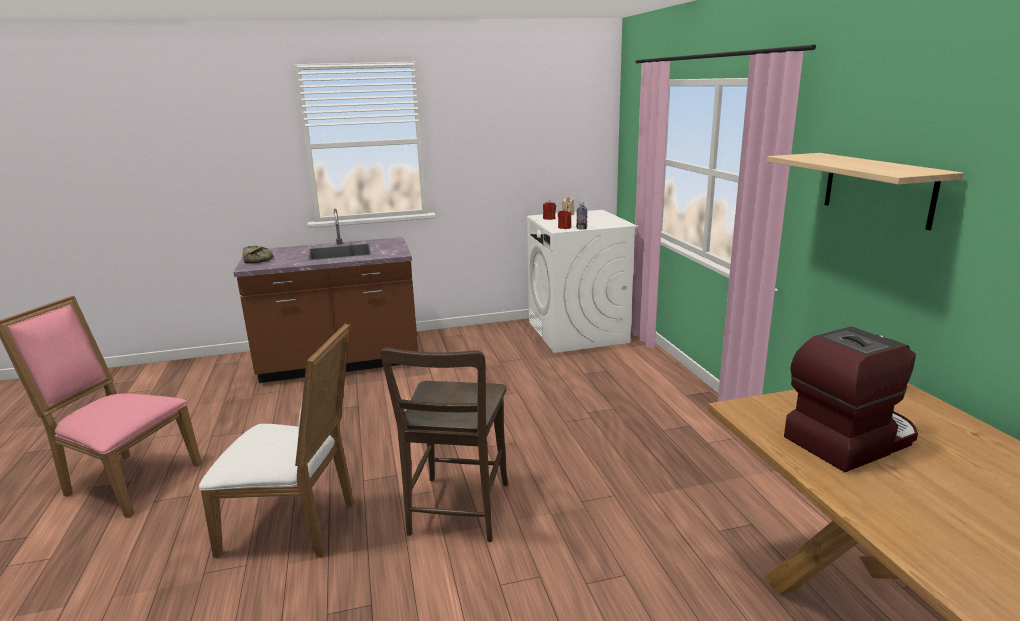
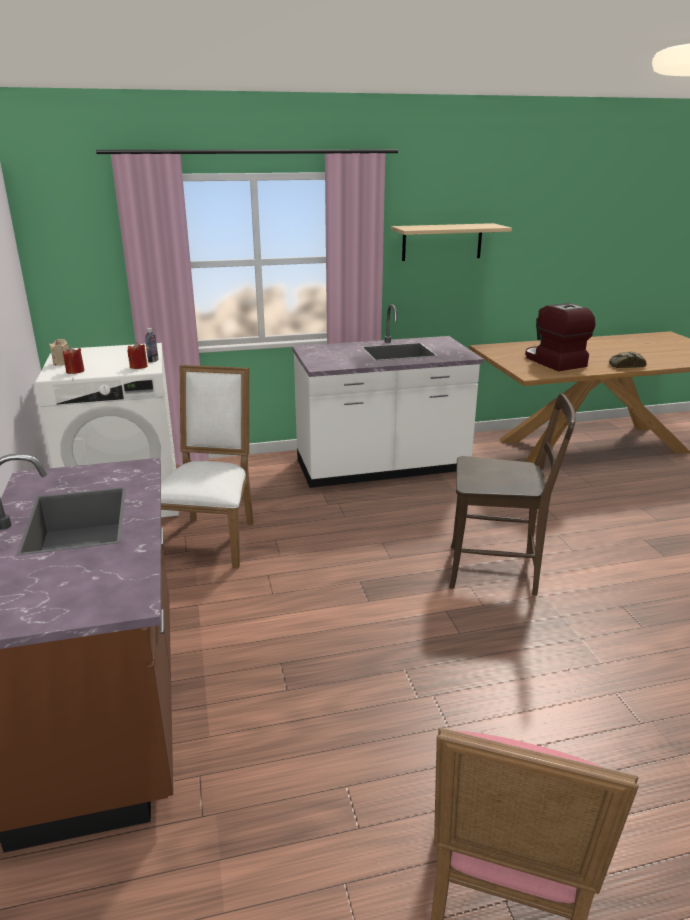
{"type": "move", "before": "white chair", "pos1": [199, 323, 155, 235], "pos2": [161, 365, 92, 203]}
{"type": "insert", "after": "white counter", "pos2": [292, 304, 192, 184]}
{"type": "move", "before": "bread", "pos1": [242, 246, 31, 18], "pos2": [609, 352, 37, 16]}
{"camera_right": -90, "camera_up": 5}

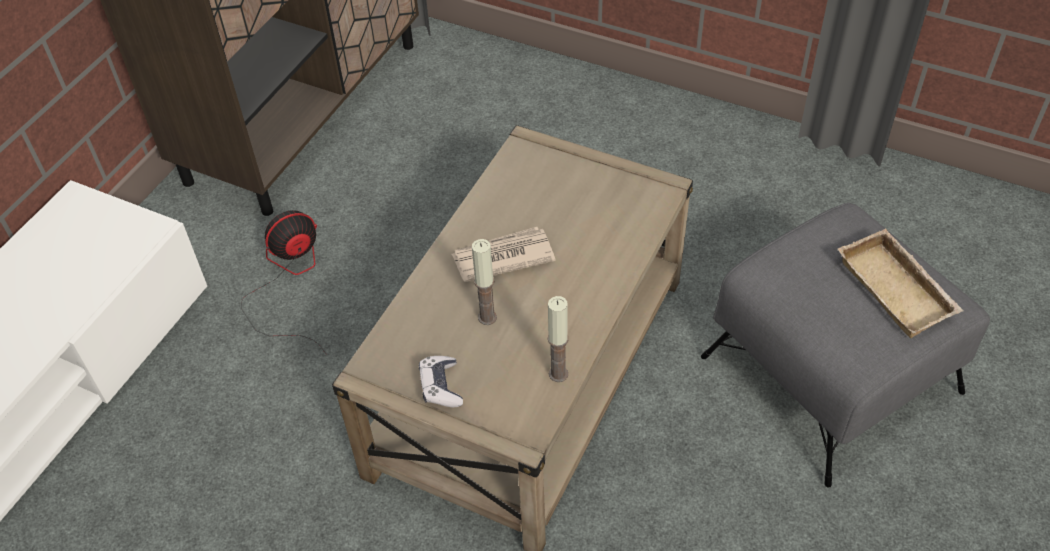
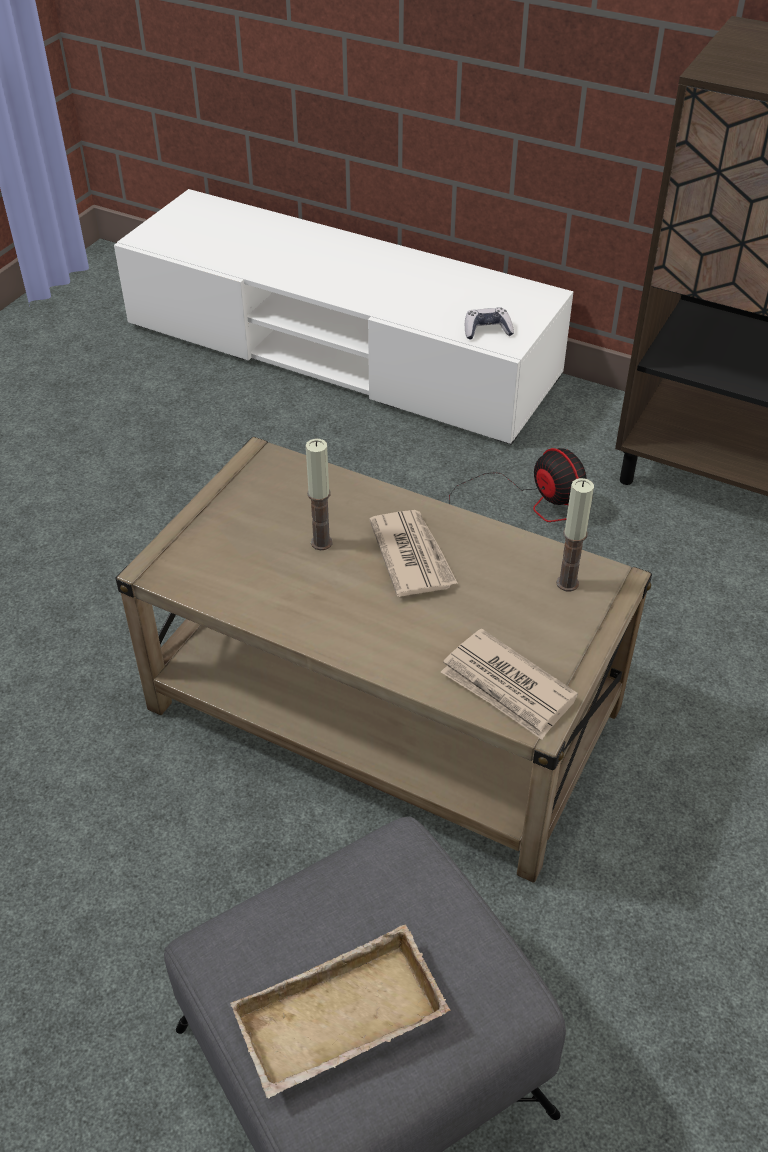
{"type": "insert", "after": "newspaper", "pos2": [441, 628, 137, 112]}
{"type": "move", "before": "game controller", "pos1": [419, 356, 44, 51], "pos2": [465, 308, 49, 32]}
{"type": "move", "before": "candle", "pos1": [547, 296, 22, 86], "pos2": [556, 478, 38, 113]}
{"camera_right": 90, "camera_up": -5}

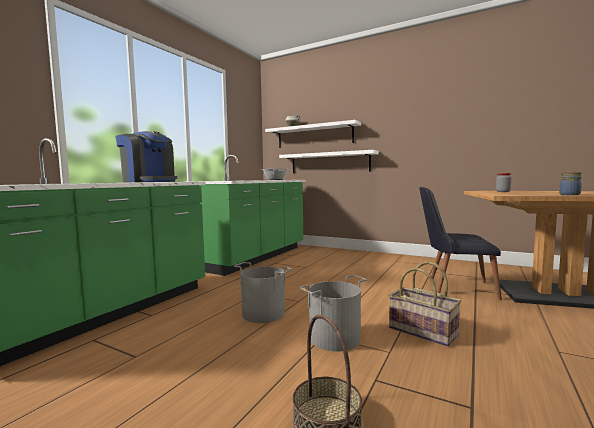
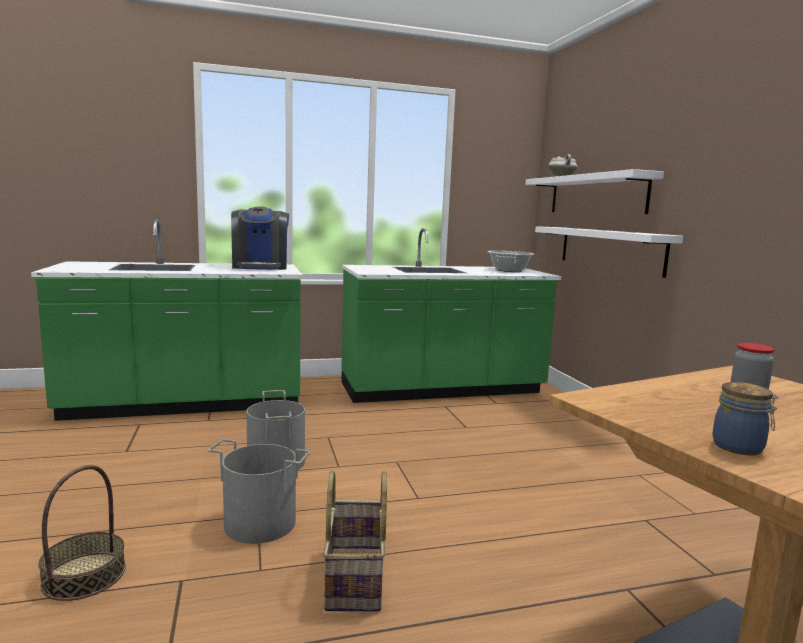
{"type": "delete", "before": "black chair", "pos1": [419, 187, 83, 113]}
{"camera_right": 45, "camera_up": 5}

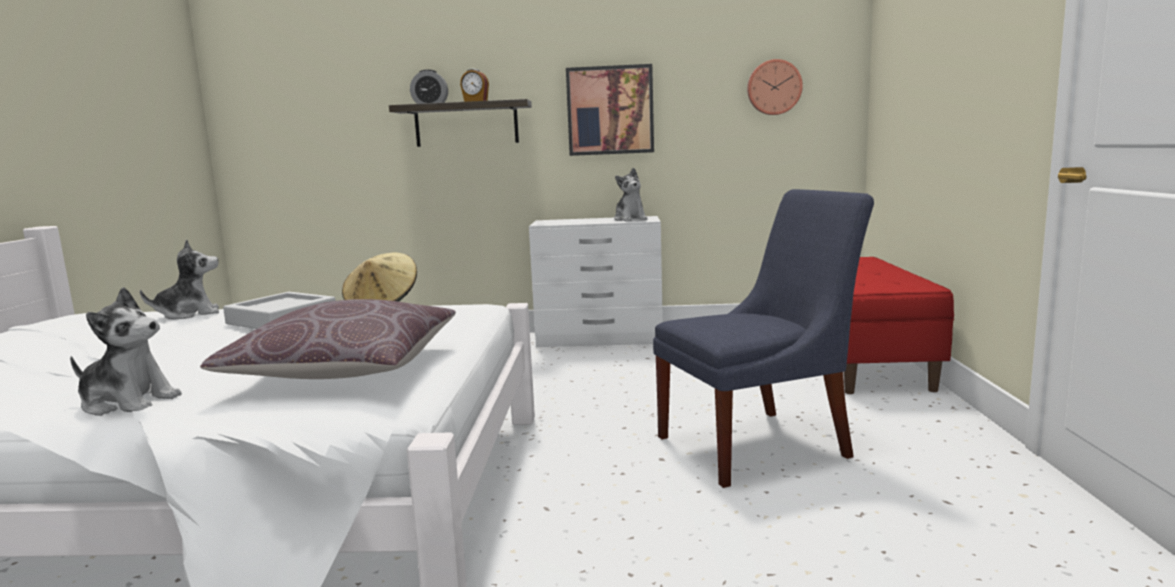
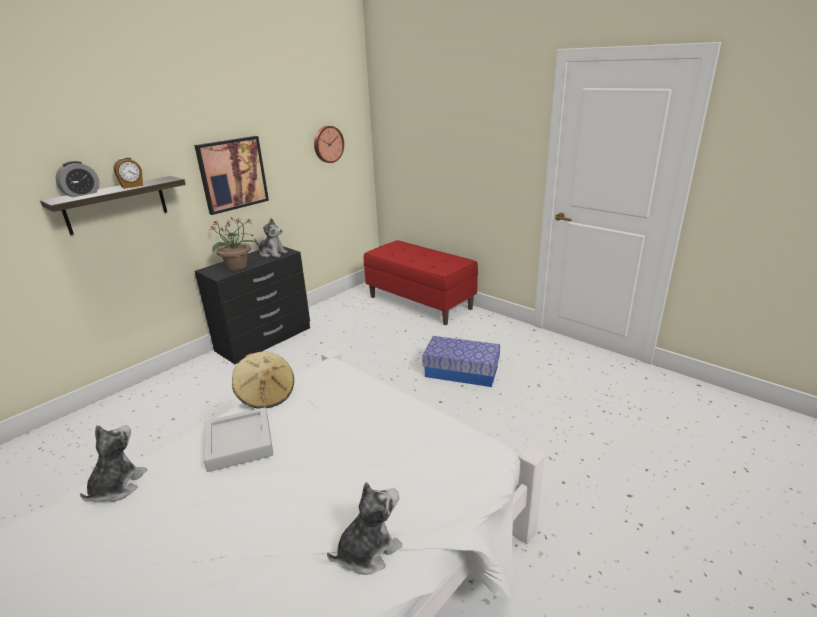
{"type": "recolor", "before": "white dresser", "after": "black dresser", "pos1": [529, 216, 134, 131], "pos2": [195, 246, 115, 118]}
{"type": "insert", "after": "potted plant", "pos2": [210, 217, 46, 53]}
{"type": "replace", "before": "blue chair", "after": "storage box", "pos1": [653, 189, 221, 299], "pos2": [422, 336, 78, 51]}
{"type": "delete", "before": "brown pillow", "pos1": [200, 299, 256, 80]}
{"camera_right": -50, "camera_up": 15}

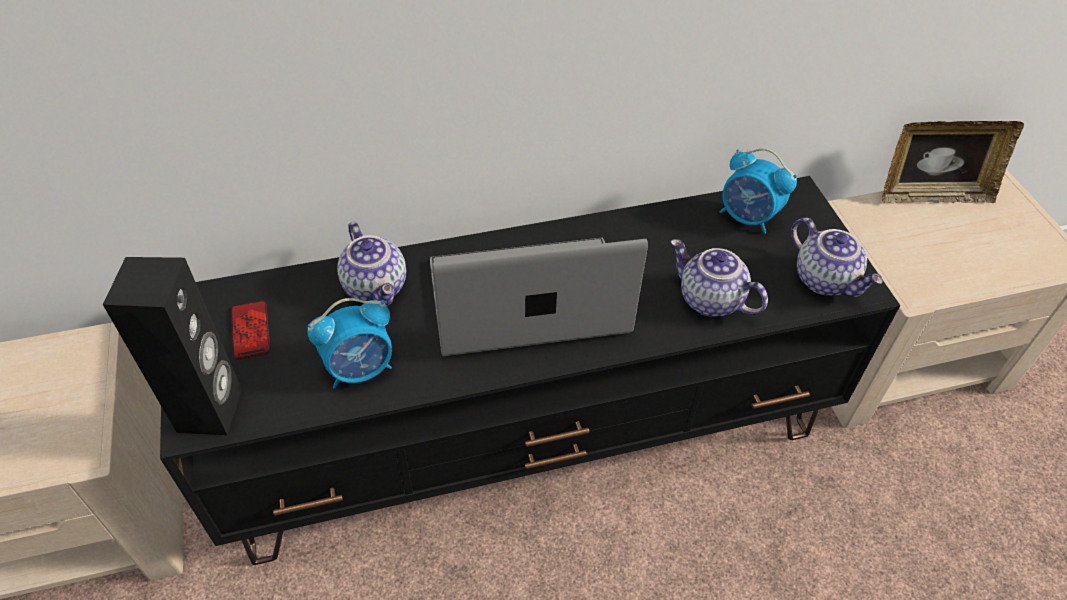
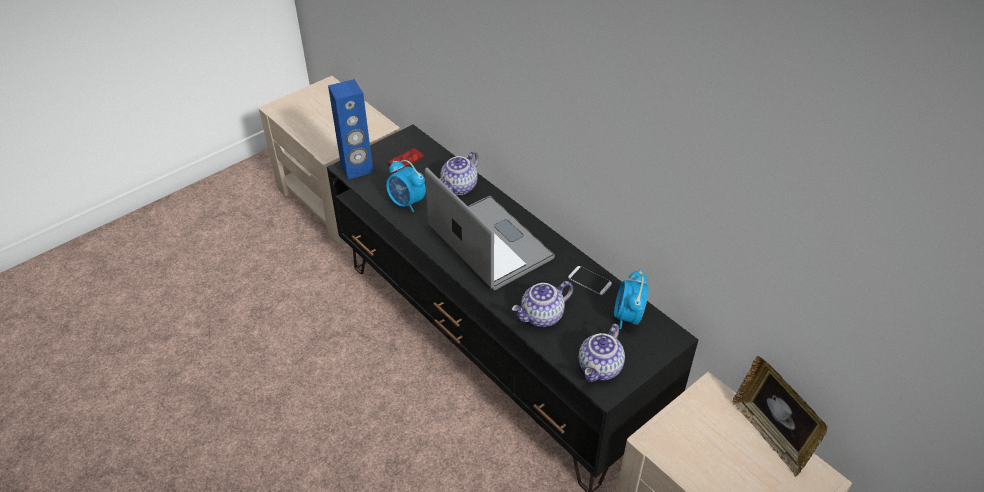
{"type": "recolor", "before": "black speaker", "after": "blue speaker", "pos1": [103, 257, 139, 178], "pos2": [328, 79, 45, 100]}
{"type": "rotate", "before": "teapot", "pos1": [671, 239, 97, 78], "pos2": [512, 281, 61, 46], "turn": -135}
{"type": "insert", "after": "phone", "pos2": [568, 266, 44, 29]}
{"camera_right": 65, "camera_up": -5}

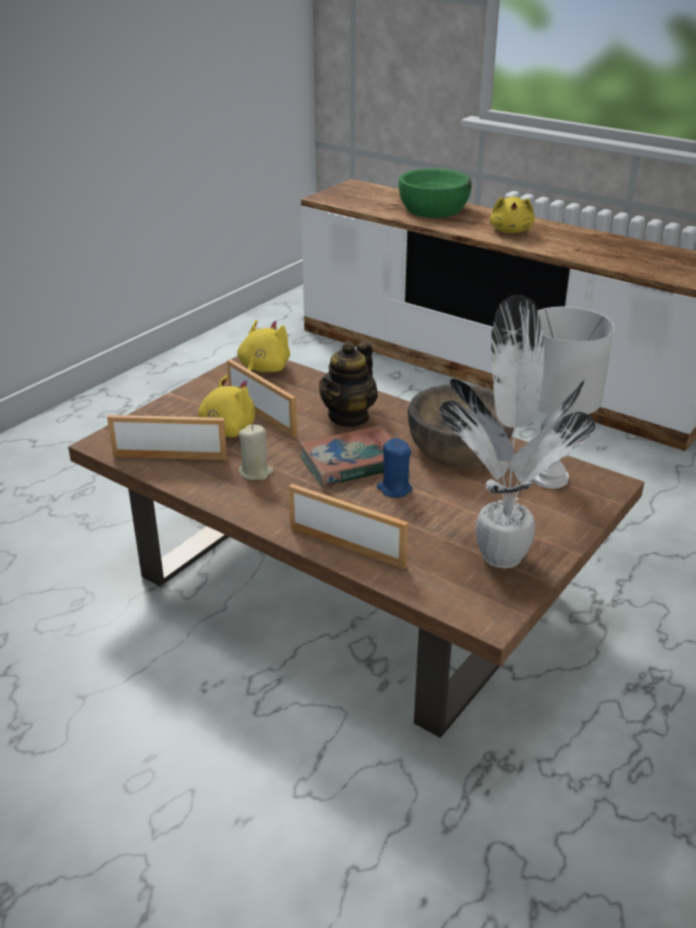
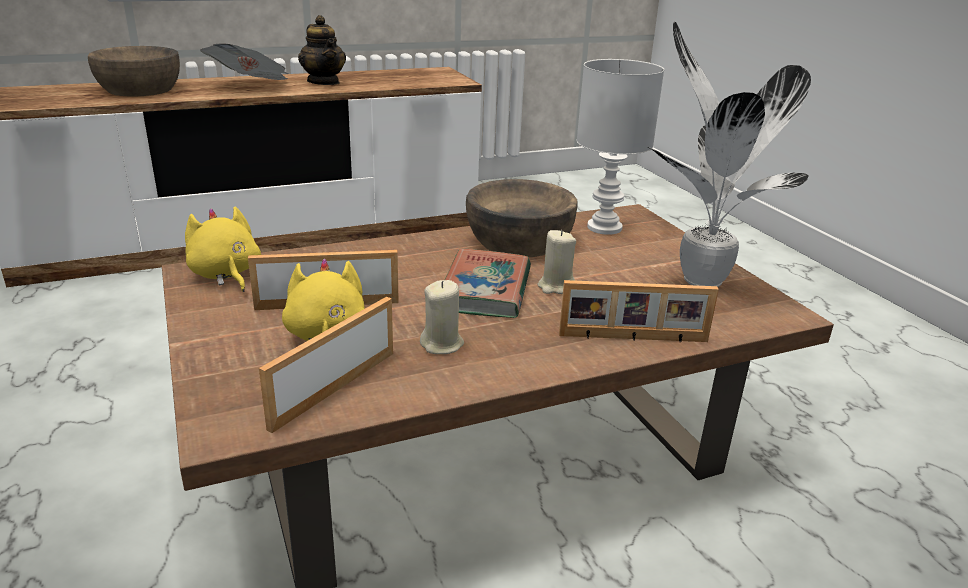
{"type": "recolor", "before": "green bowl", "after": "brown bowl", "pos1": [399, 169, 73, 49], "pos2": [88, 46, 92, 51]}
{"type": "replace", "before": "yellow plush toy", "after": "newspaper", "pos1": [490, 196, 45, 37], "pos2": [200, 44, 88, 36]}
{"type": "move", "before": "teapot", "pos1": [319, 341, 59, 86], "pos2": [298, 15, 48, 70]}
{"type": "recolor", "before": "blue candle", "after": "beige candle", "pos1": [377, 438, 36, 60], "pos2": [538, 230, 38, 64]}
{"type": "rotate", "before": "picture frame", "pos1": [289, 484, 119, 85], "pos2": [559, 280, 160, 63], "turn": -150}
{"camera_right": -60, "camera_up": -5}

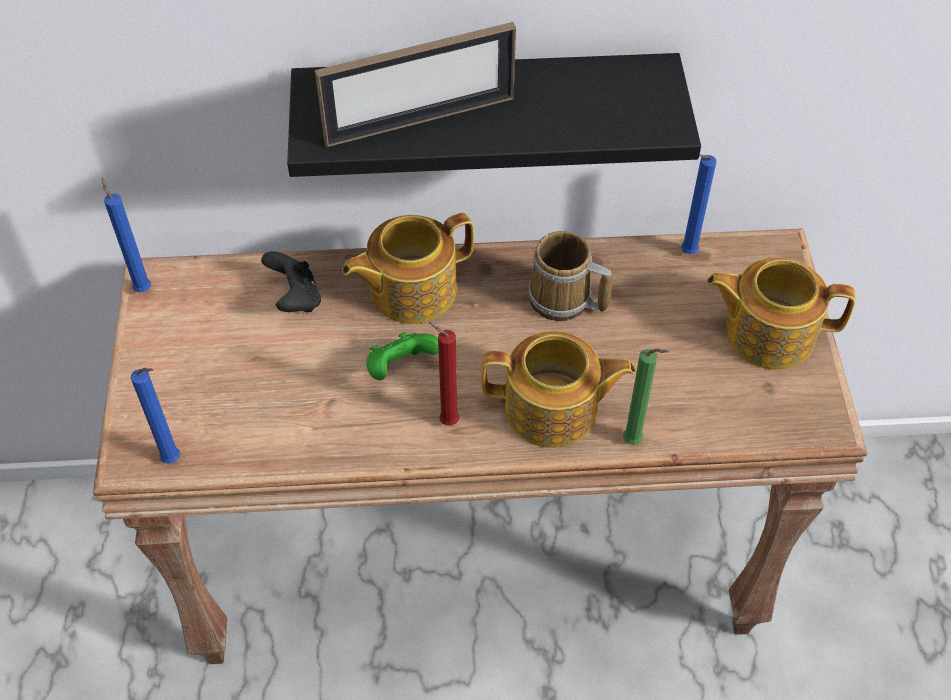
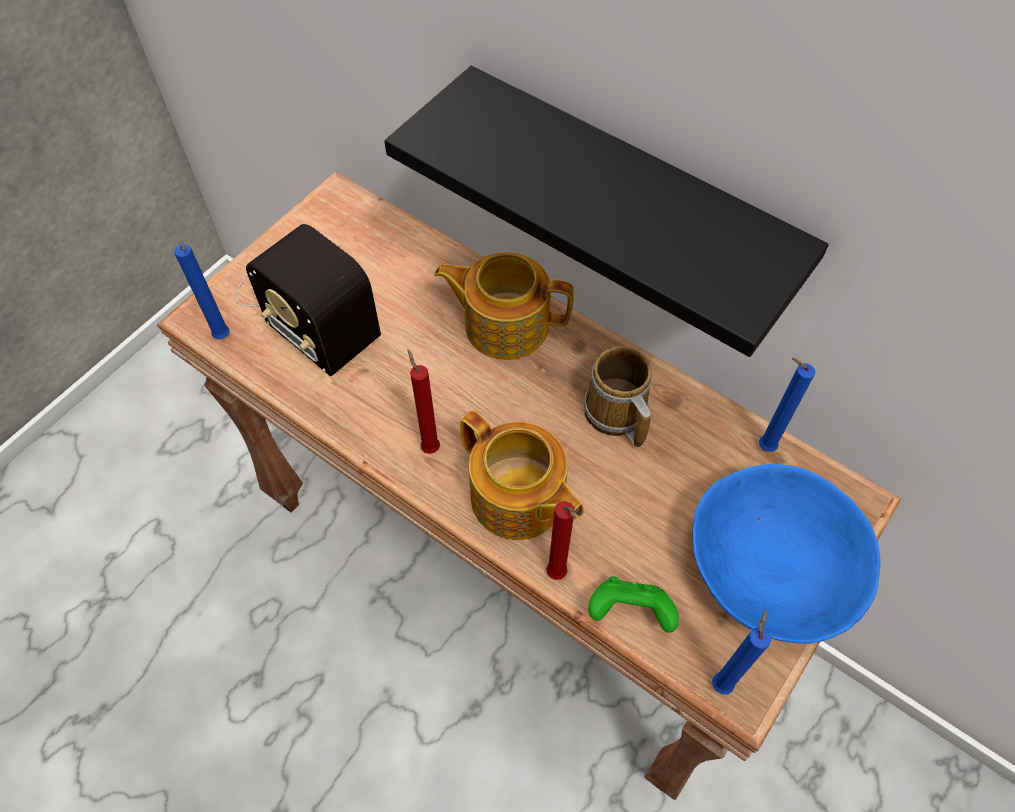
{"type": "insert", "after": "radio", "pos2": [235, 224, 146, 152]}
{"type": "recolor", "before": "green candle", "after": "red candle", "pos1": [623, 348, 46, 97], "pos2": [546, 501, 30, 79]}
{"type": "move", "before": "green game controller", "pos1": [366, 332, 73, 48], "pos2": [588, 576, 91, 57]}
{"type": "replace", "before": "teapot", "after": "blue bowl", "pos1": [707, 258, 148, 112], "pos2": [693, 464, 187, 180]}
{"type": "move", "before": "blue candle", "pos1": [102, 177, 49, 115], "pos2": [712, 610, 59, 84]}
{"type": "delete", "before": "black game controller", "pos1": [261, 251, 60, 61]}
{"type": "delete", "before": "picture frame", "pos1": [315, 22, 201, 125]}
{"camera_right": 40, "camera_up": 5}

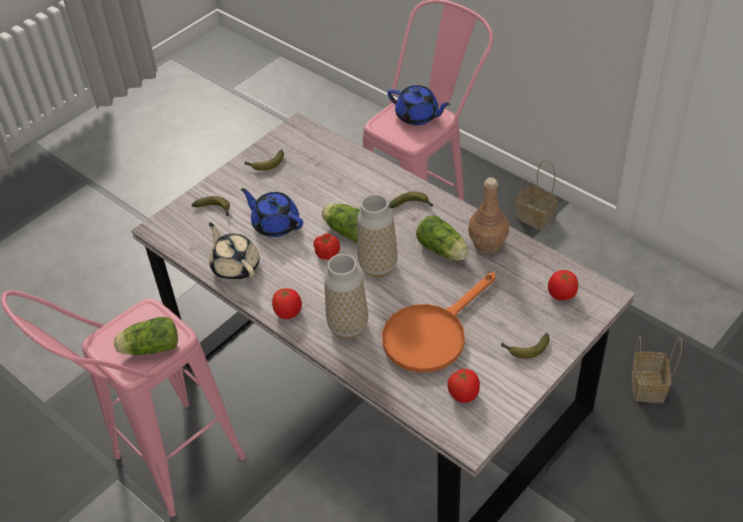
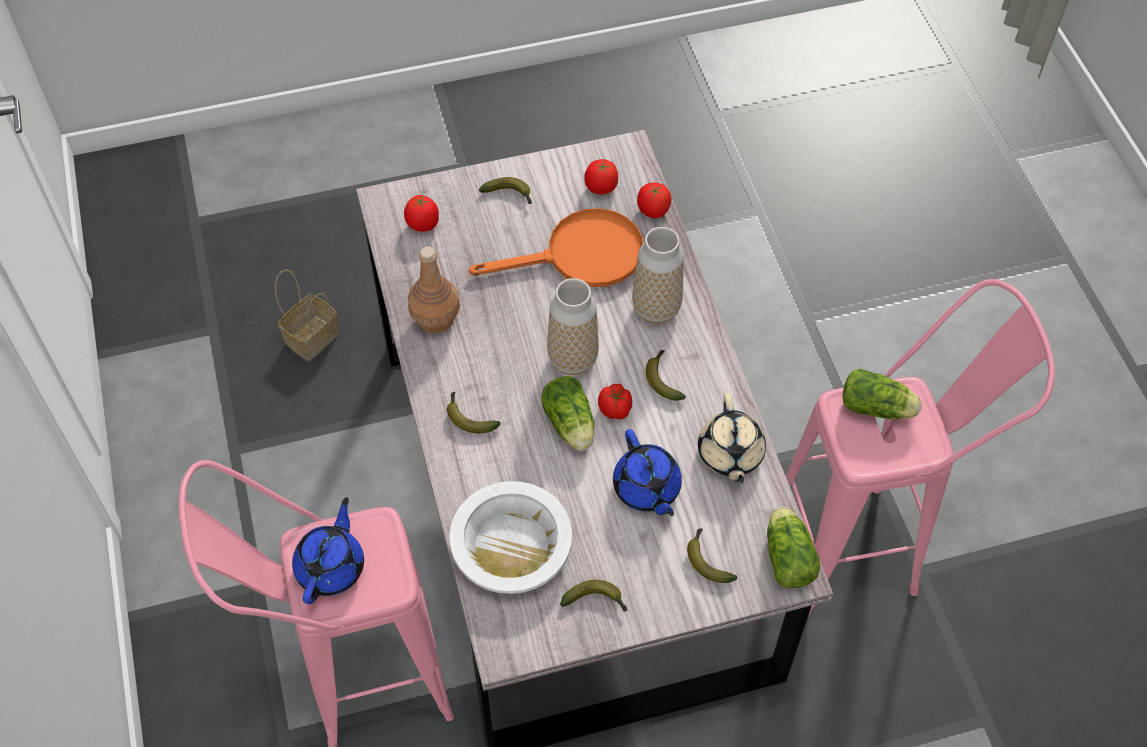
{"type": "rotate", "before": "blue teapot", "pos1": [387, 85, 64, 40], "pos2": [292, 497, 72, 107], "turn": 45}
{"type": "insert", "after": "white bowl", "pos2": [449, 481, 123, 113]}
{"type": "move", "before": "tomato", "pos1": [272, 288, 30, 31], "pos2": [637, 183, 35, 35]}
{"type": "insert", "after": "banana", "pos2": [646, 350, 40, 51]}
{"type": "move", "before": "lettuce", "pos1": [416, 215, 52, 46], "pos2": [767, 507, 53, 81]}
{"type": "delete", "before": "basket", "pos1": [515, 160, 43, 70]}
{"camera_right": -150, "camera_up": 10}

